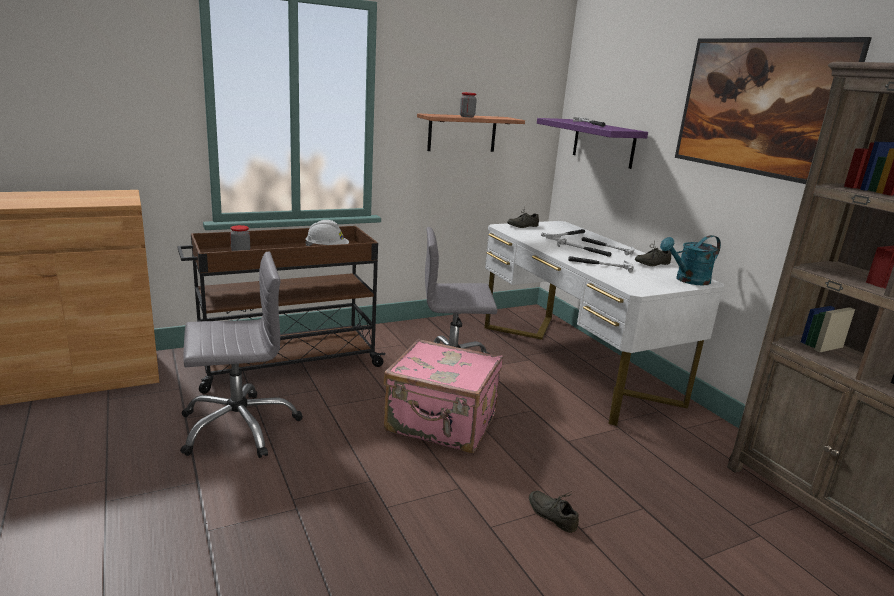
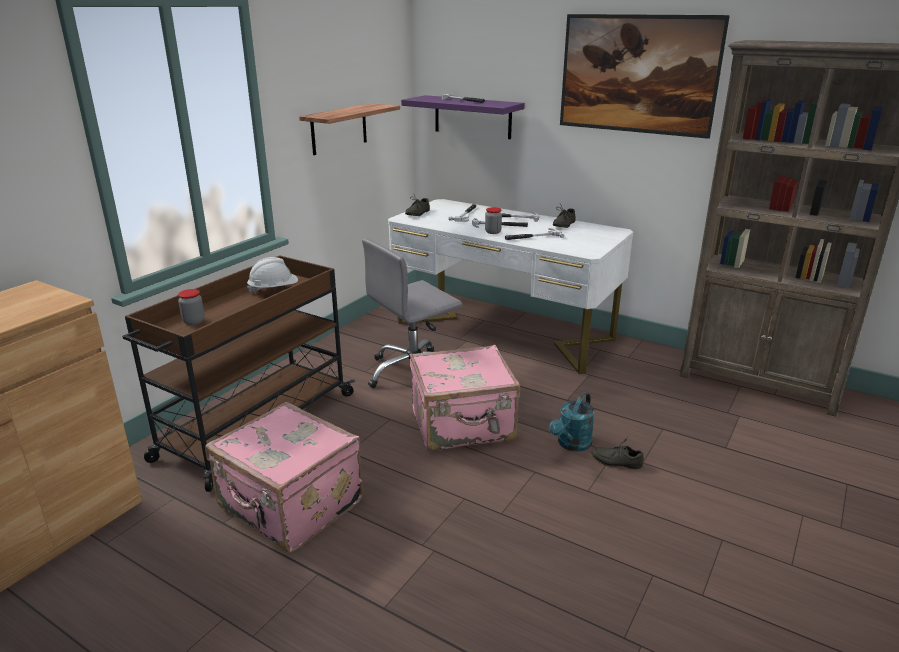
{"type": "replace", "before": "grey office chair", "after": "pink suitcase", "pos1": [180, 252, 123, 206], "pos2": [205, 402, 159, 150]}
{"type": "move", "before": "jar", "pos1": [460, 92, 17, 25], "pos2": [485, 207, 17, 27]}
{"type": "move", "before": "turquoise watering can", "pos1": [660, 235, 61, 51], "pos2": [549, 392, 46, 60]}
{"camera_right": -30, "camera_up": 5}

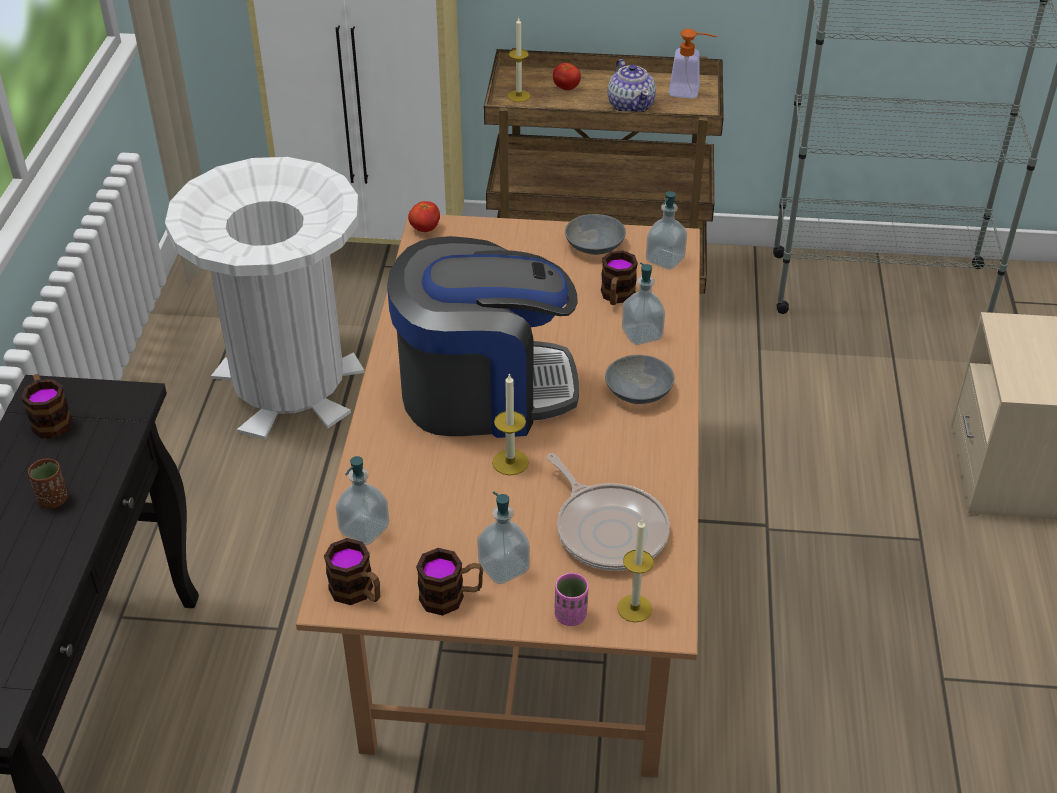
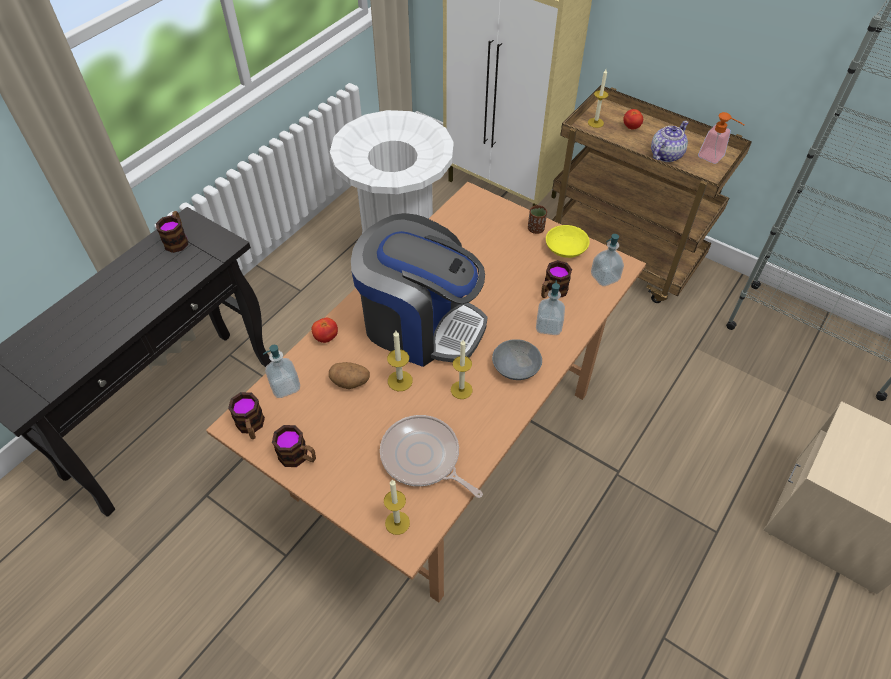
{"type": "move", "before": "tomato", "pos1": [408, 201, 32, 31], "pos2": [312, 318, 26, 25]}
{"type": "insert", "after": "potato", "pos2": [329, 362, 41, 27]}
{"type": "rotate", "before": "frying pan", "pos1": [547, 453, 123, 118], "pos2": [380, 415, 103, 83], "turn": 135}
{"type": "insert", "after": "candle", "pos2": [451, 340, 21, 59]}
{"type": "move", "before": "brown cup", "pos1": [28, 459, 40, 50], "pos2": [528, 205, 19, 29]}
{"type": "recolor", "before": "grey bowl", "after": "yellow bowl", "pos1": [565, 214, 61, 41], "pos2": [546, 225, 44, 33]}
{"type": "rotate", "before": "teapot", "pos1": [608, 59, 48, 53], "pos2": [651, 121, 38, 41], "turn": -150}
{"type": "delete", "before": "soap dispenser", "pos1": [477, 492, 53, 92]}
{"type": "delete", "before": "pink cup", "pos1": [555, 573, 34, 53]}
{"camera_right": 30, "camera_up": 10}

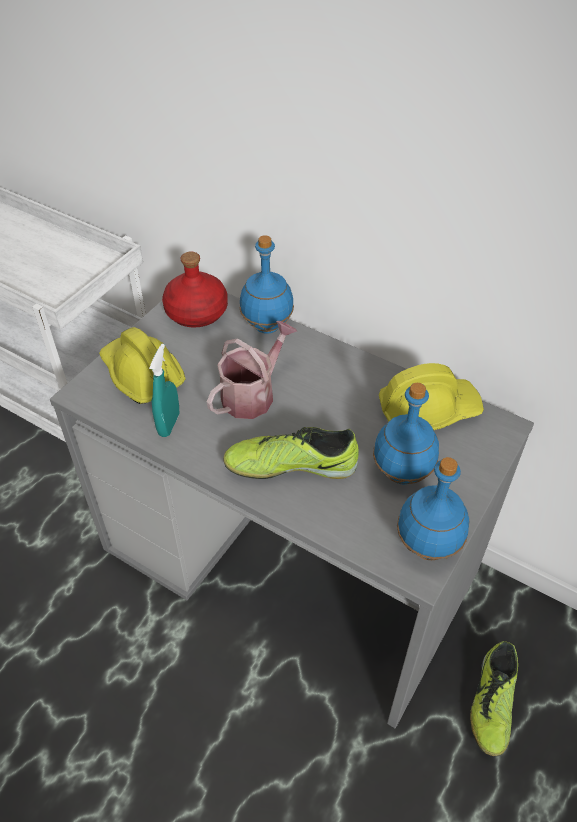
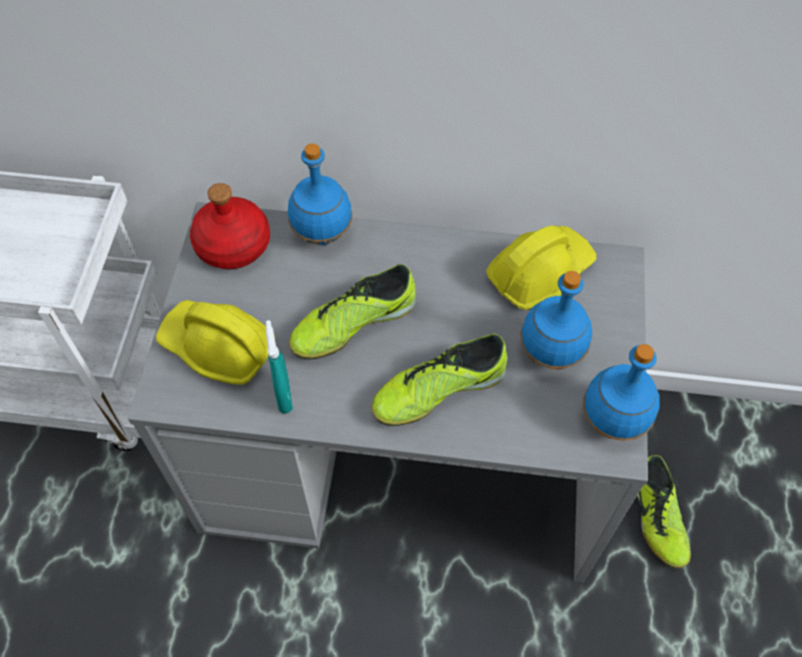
{"type": "replace", "before": "watering can", "after": "shoe", "pos1": [207, 321, 90, 98], "pos2": [289, 264, 127, 95]}
{"camera_right": -25, "camera_up": 10}

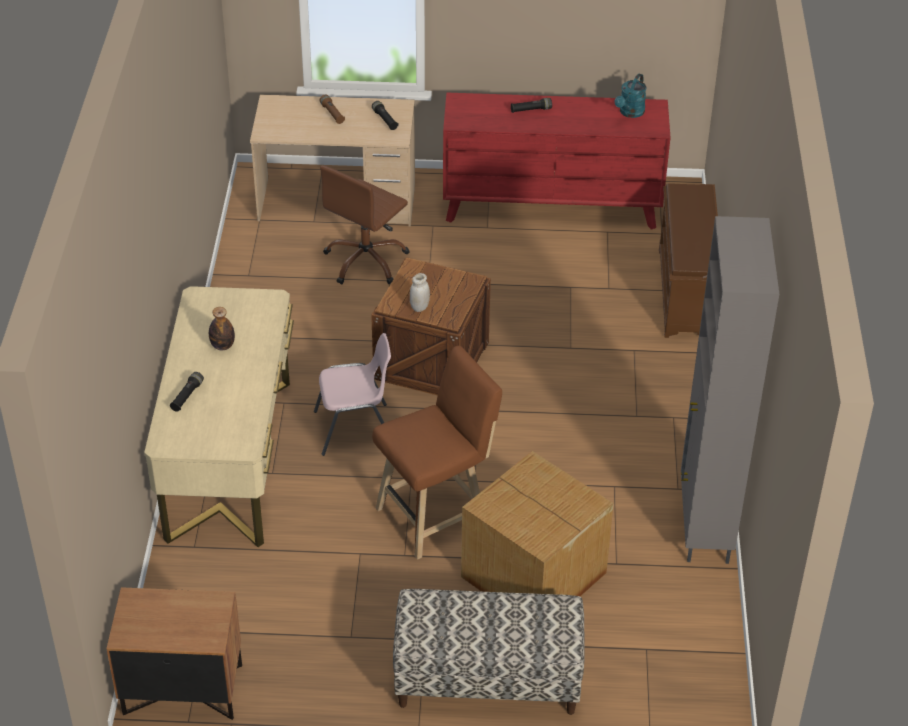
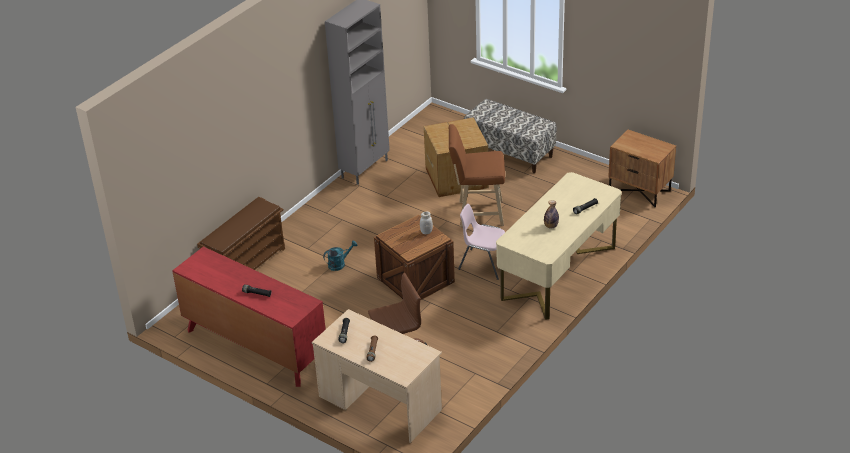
{"type": "move", "before": "turquoise watering can", "pos1": [615, 74, 31, 44], "pos2": [323, 240, 34, 31]}
{"camera_right": -145, "camera_up": -5}

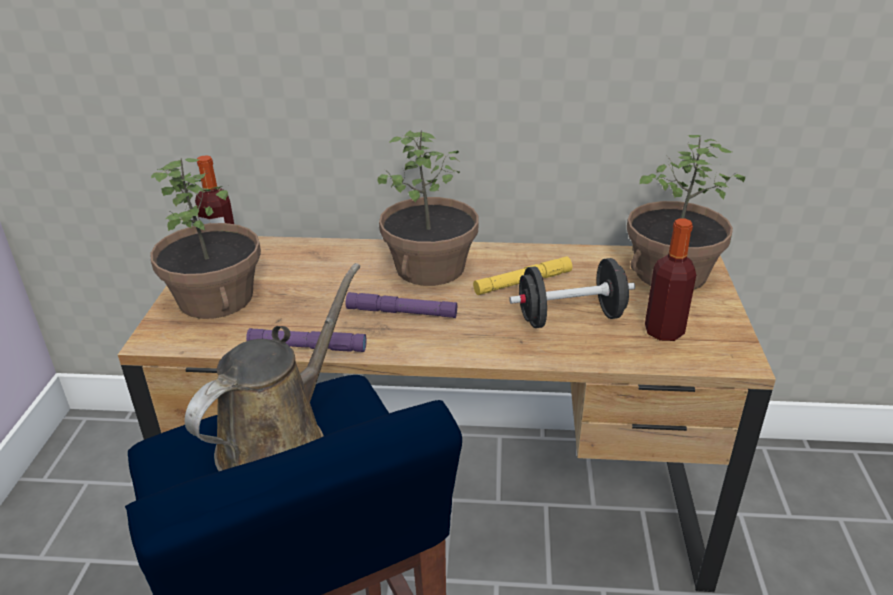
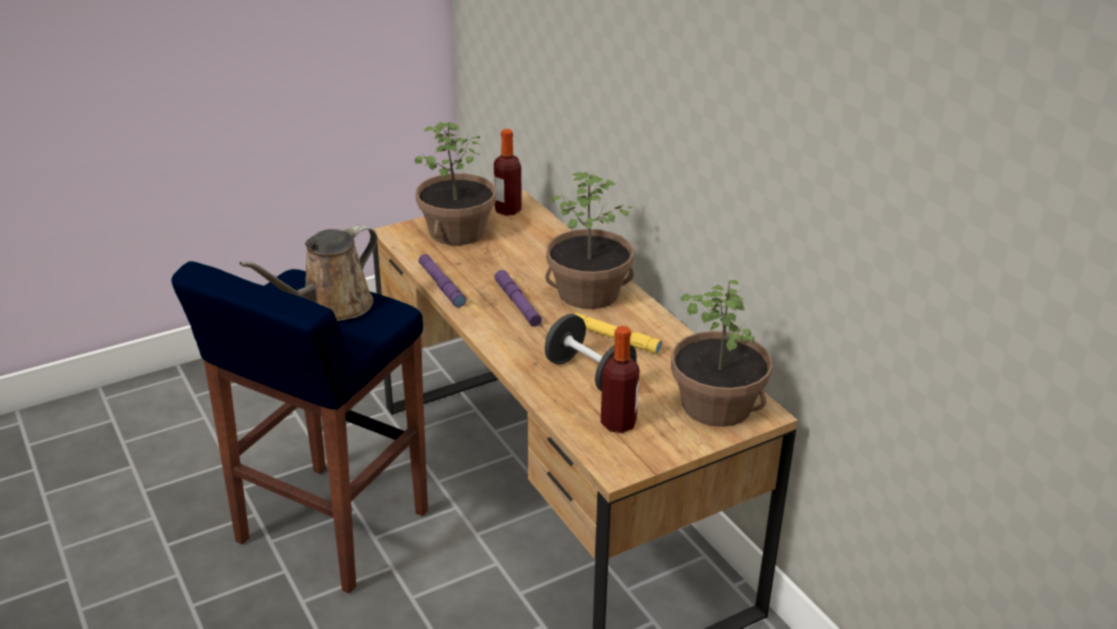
{"type": "rotate", "before": "brown watering can", "pos1": [185, 263, 176, 208], "pos2": [239, 225, 139, 96], "turn": 135}
{"camera_right": 55, "camera_up": 0}

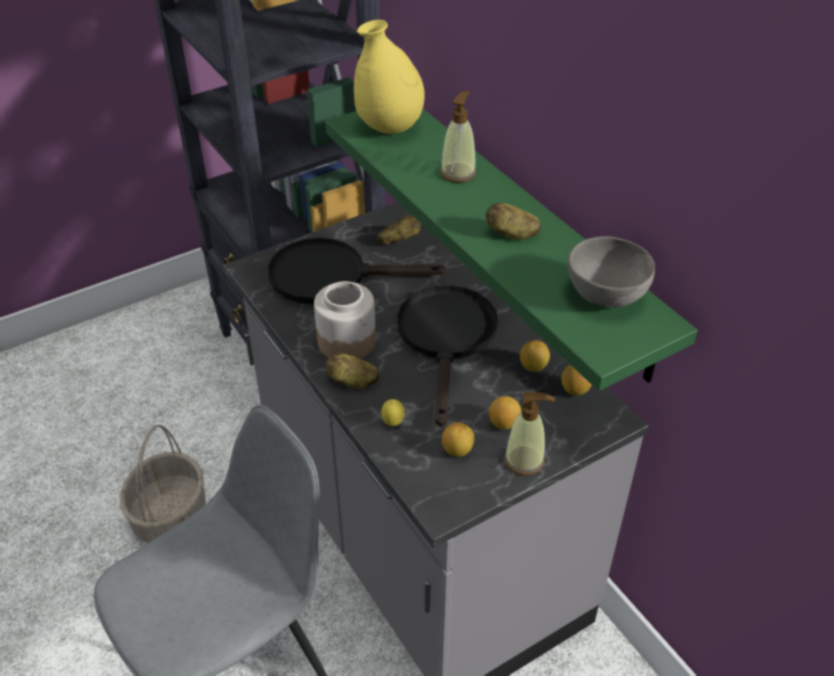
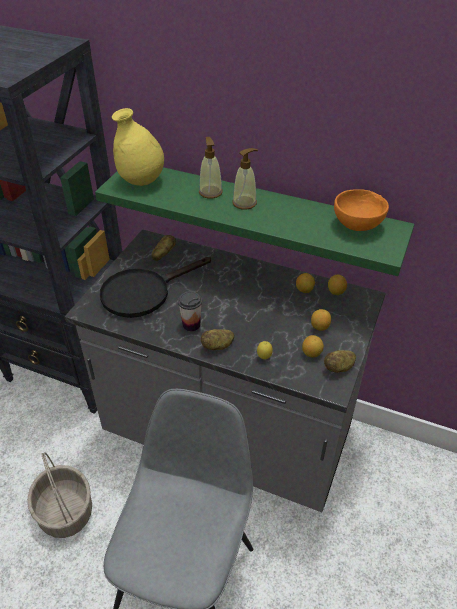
{"type": "replace", "before": "jar", "after": "cup", "pos1": [314, 281, 62, 78], "pos2": [178, 291, 24, 41]}
{"type": "move", "before": "soap dispenser", "pos1": [504, 392, 51, 84], "pos2": [232, 148, 26, 62]}
{"type": "move", "before": "potato", "pos1": [486, 203, 55, 37], "pos2": [324, 350, 32, 23]}
{"type": "recolor", "before": "grey bowl", "after": "orange bowl", "pos1": [567, 236, 88, 72], "pos2": [334, 189, 55, 42]}
{"type": "delete", "before": "black frying pan", "pos1": [397, 285, 101, 142]}
{"camera_right": -35, "camera_up": 0}

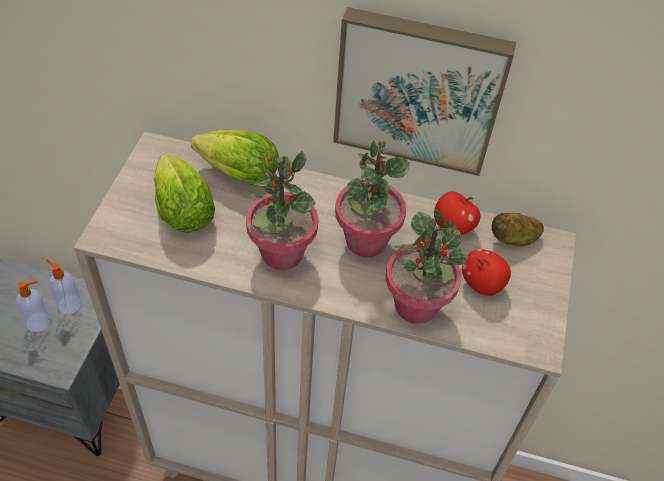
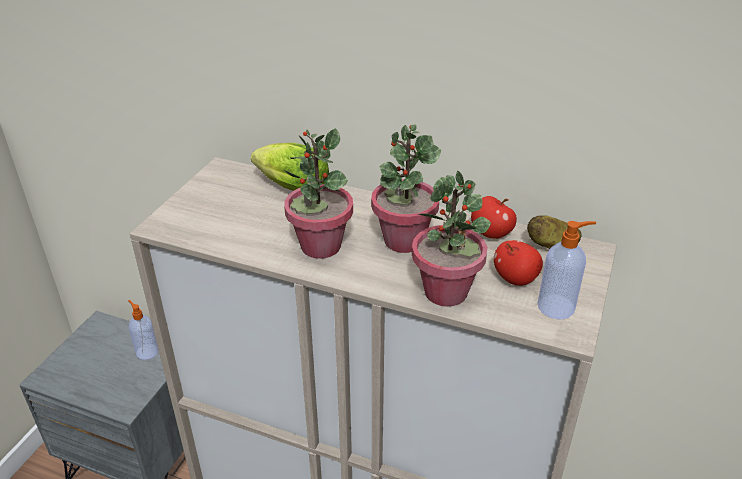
{"type": "move", "before": "soap dispenser", "pos1": [16, 281, 35, 51], "pos2": [538, 221, 58, 98]}
{"type": "delete", "before": "lettuce", "pos1": [154, 154, 61, 79]}
{"type": "delete", "before": "picture", "pos1": [333, 7, 184, 169]}
{"camera_right": 10, "camera_up": -15}

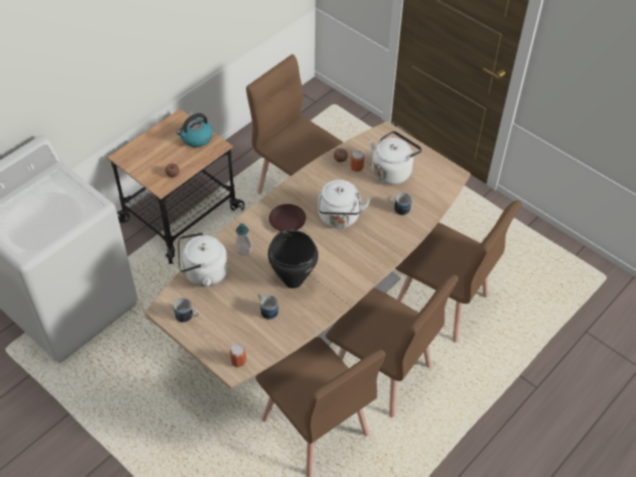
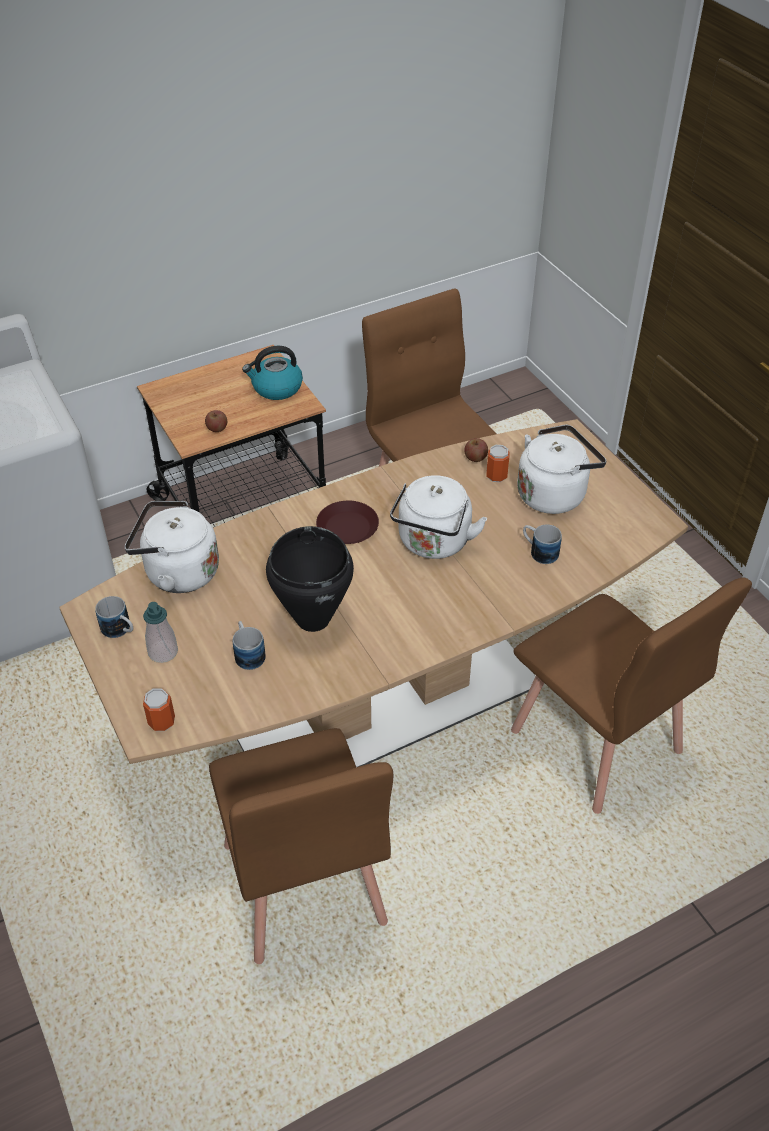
{"type": "move", "before": "soap dispenser", "pos1": [235, 223, 17, 33], "pos2": [143, 602, 35, 61]}
{"type": "delete", "before": "brown chair", "pos1": [326, 275, 132, 142]}
{"camera_right": 20, "camera_up": -5}

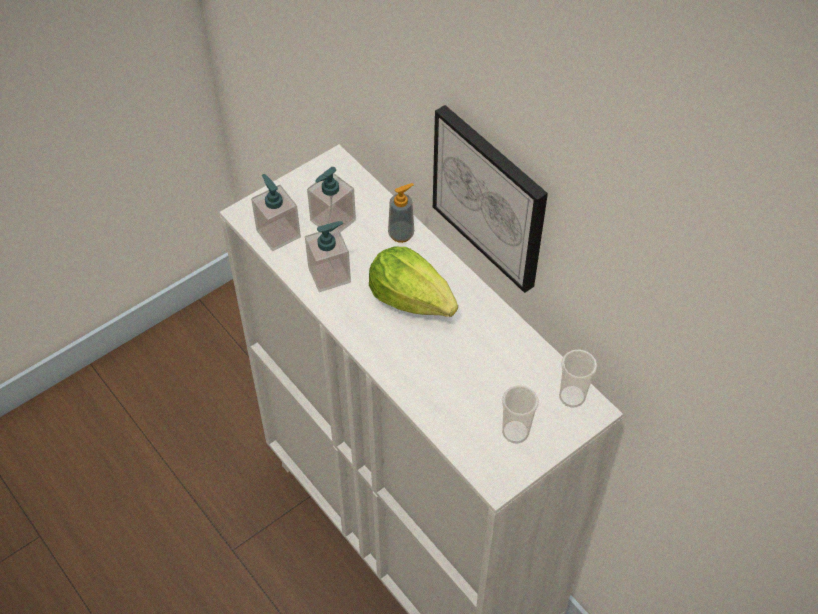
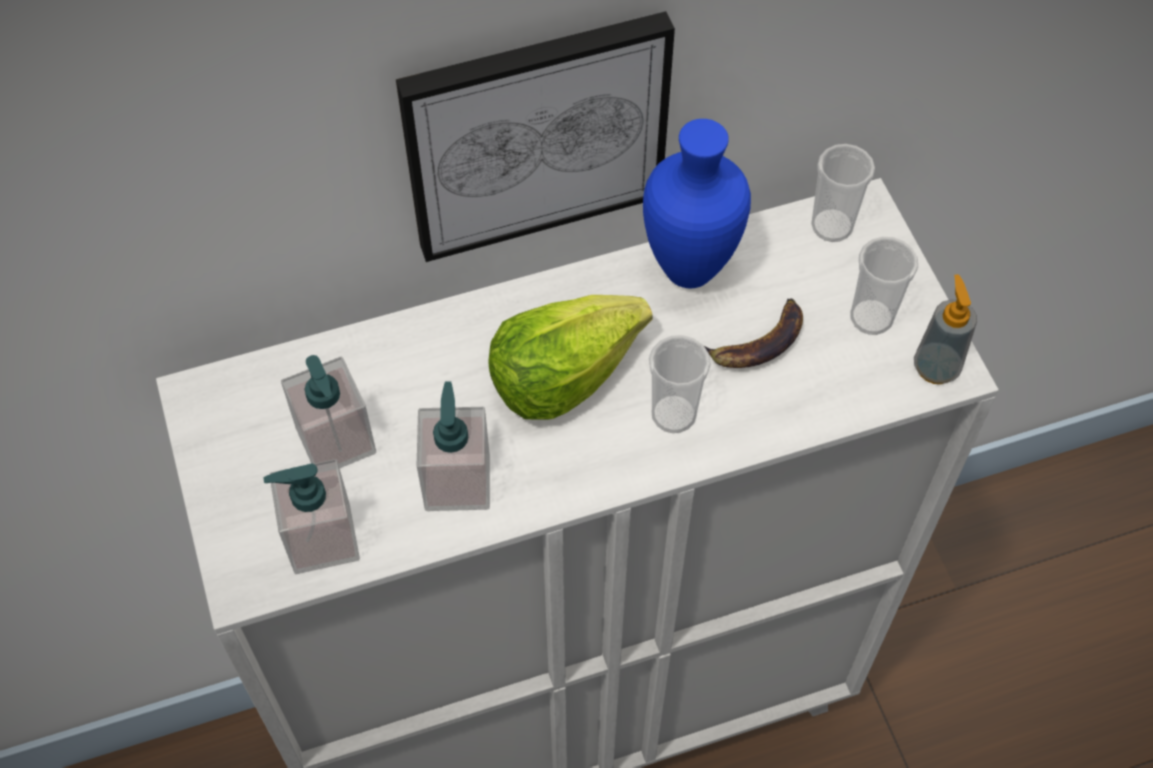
{"type": "insert", "after": "blue vase", "pos2": [643, 119, 108, 170]}
{"type": "insert", "after": "cup", "pos2": [649, 335, 62, 98]}
{"type": "insert", "after": "banana", "pos2": [704, 298, 99, 70]}
{"type": "move", "before": "soap dispenser", "pos1": [388, 183, 26, 60], "pos2": [914, 274, 63, 110]}
{"camera_right": -70, "camera_up": 5}

